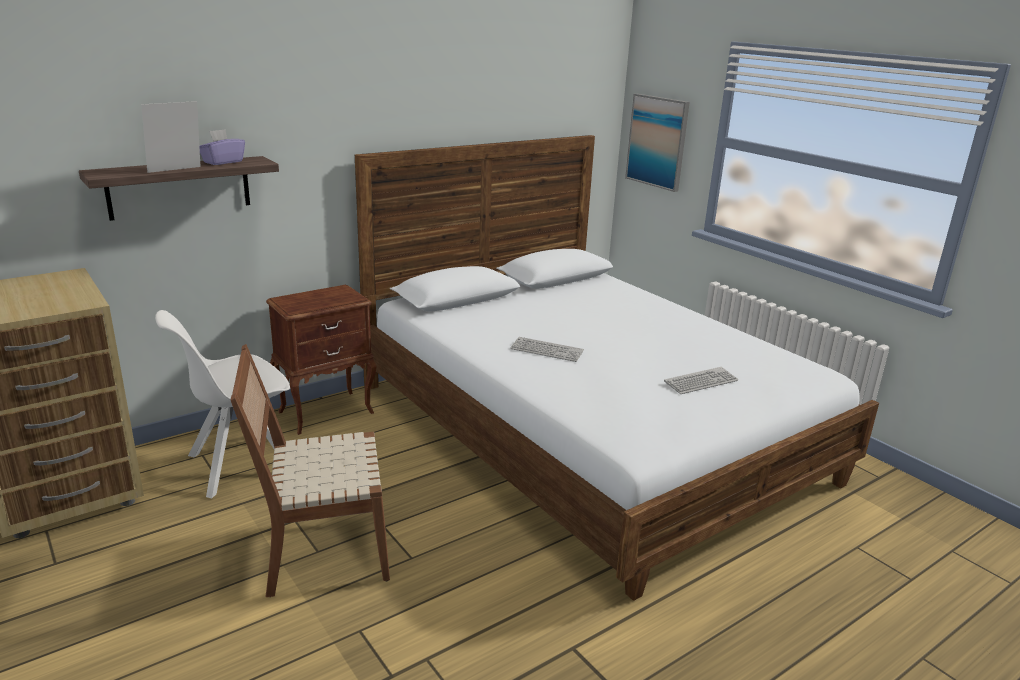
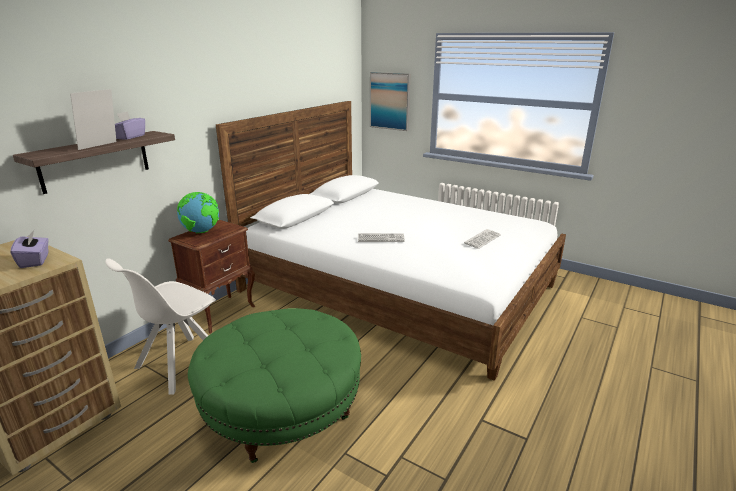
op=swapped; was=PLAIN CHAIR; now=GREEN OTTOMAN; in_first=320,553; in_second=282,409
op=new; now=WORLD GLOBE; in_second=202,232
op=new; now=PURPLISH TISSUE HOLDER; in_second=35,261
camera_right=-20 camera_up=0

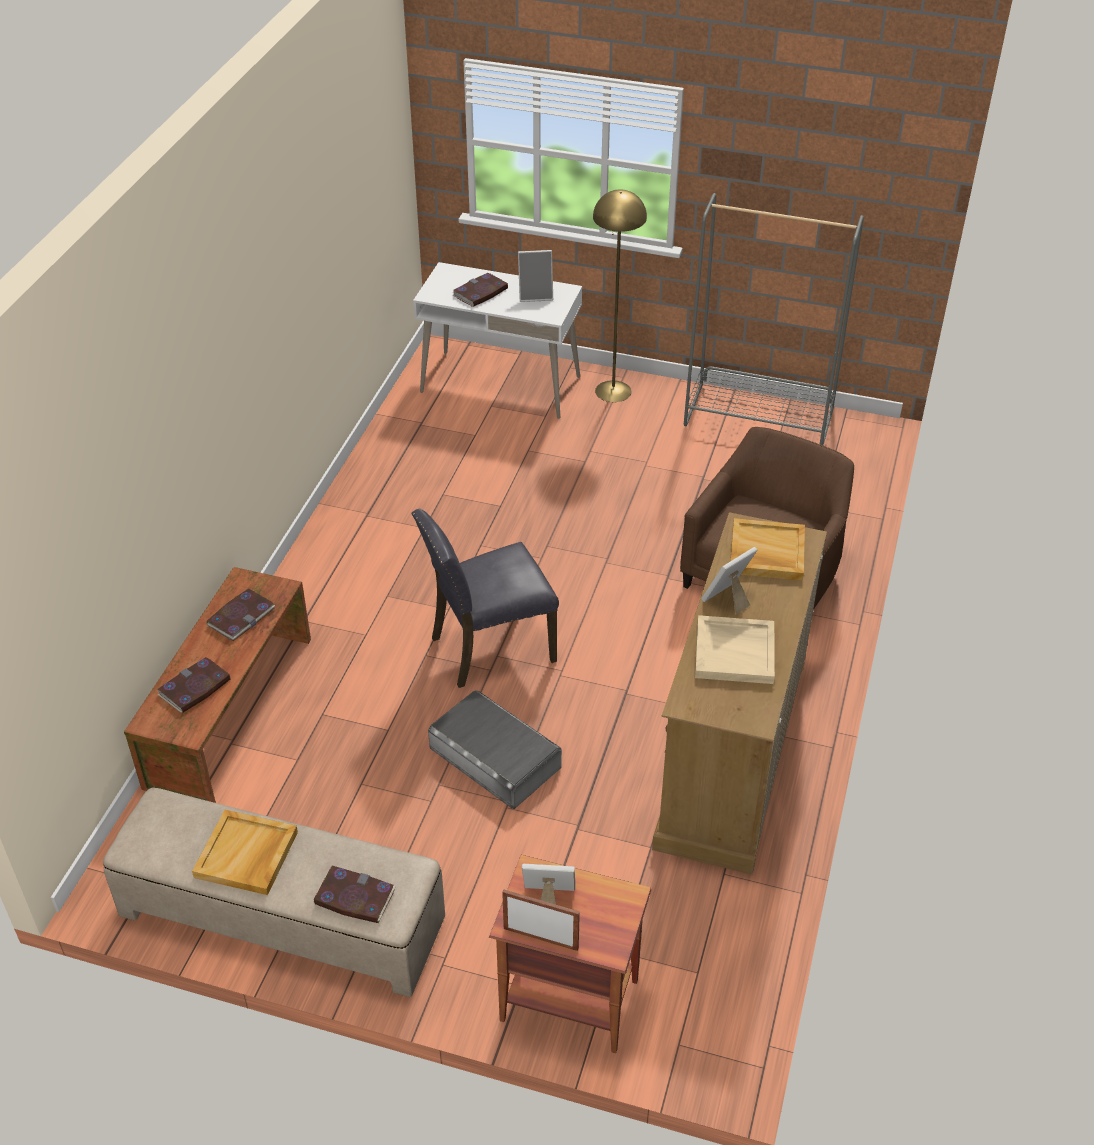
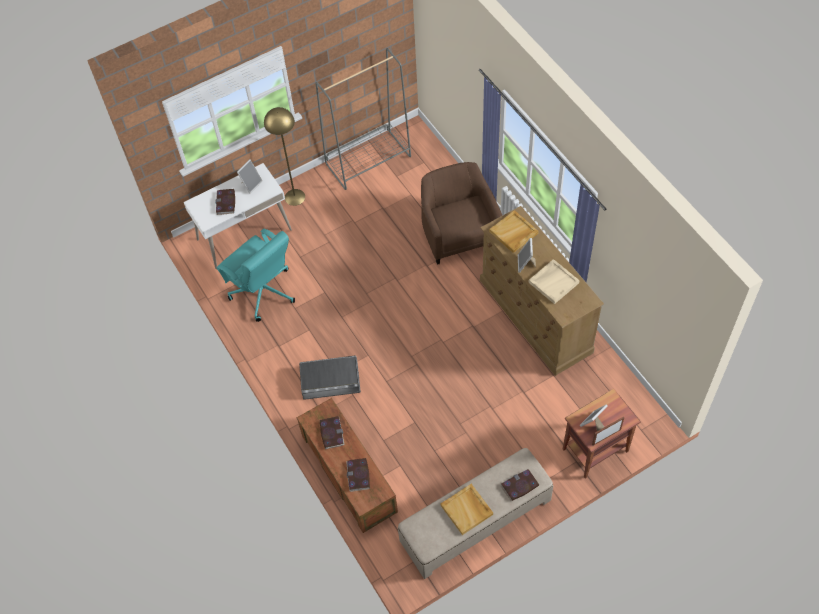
op=gone; was=GRAY PLAIN CHAIR; in_first=489,648
op=shifted; was=GRAY STORAGE CONTAINER; in_first=494,757; in_second=330,380
op=new; now=BLUE-GREEN OFFICE CHAIR; in_second=263,291
camera_right=-45 camera_up=15

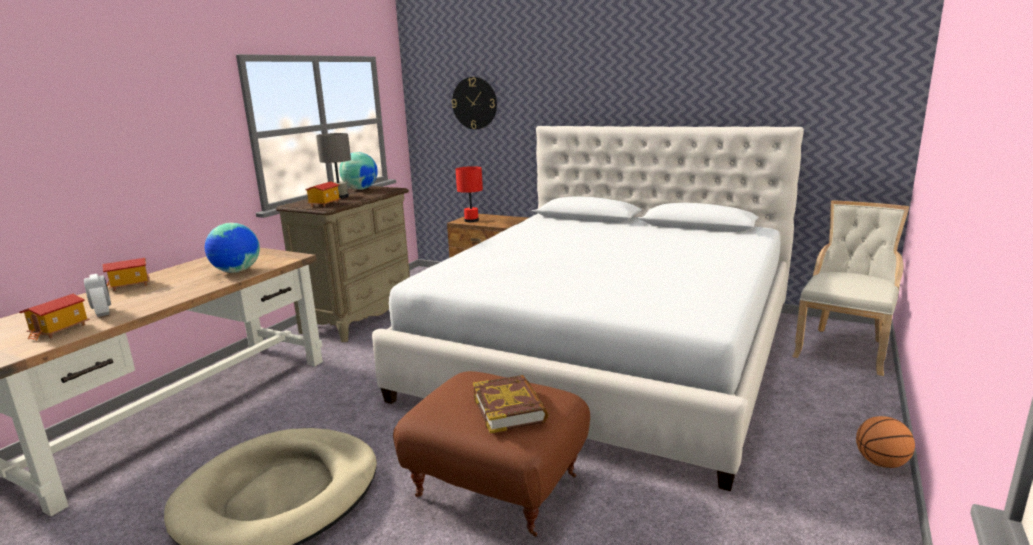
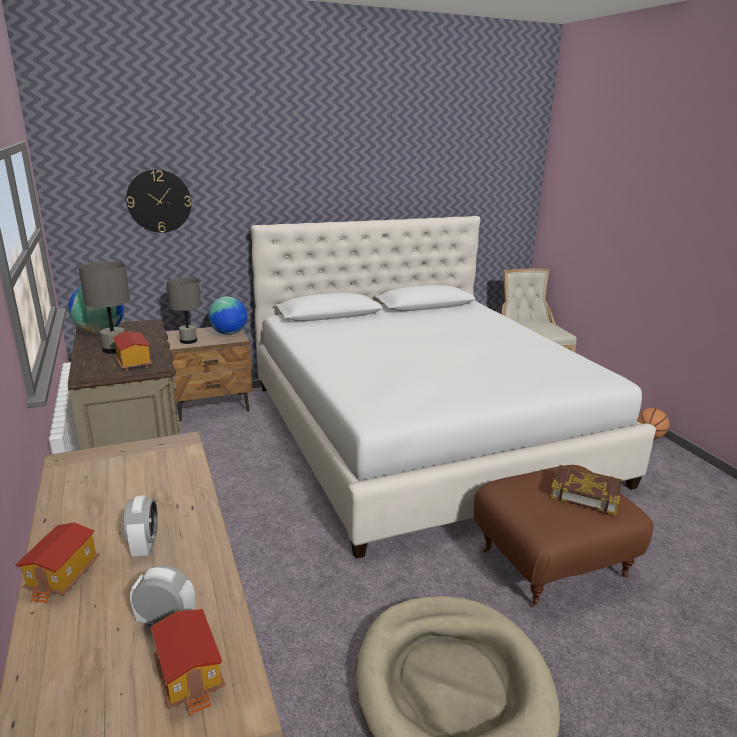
op=repainted; was=RED LAMP FOR A TABLE; now=GRAY LAMP FOR A TABLE; in_first=471,220; in_second=188,341
op=shifted; was=WORLD GLOBE; in_first=237,271; in_second=229,333
op=new; now=ALARM CLOCK; in_second=144,546
camera_right=-50 camera_up=5

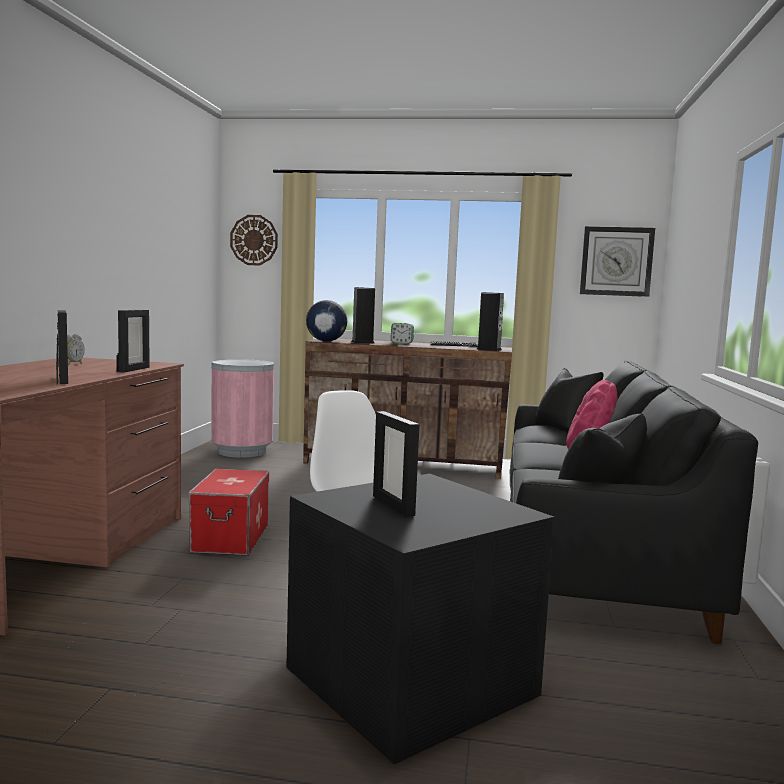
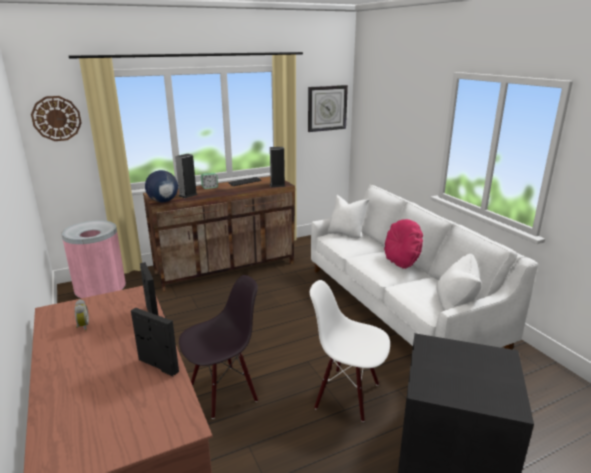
op=repainted; was=BLACK SETTEE; now=WHITE SETTEE; in_first=591,547; in_second=398,306
op=gone; was=PICTURE FRAME; in_first=394,505
op=swapped; was=STORAGE CONTAINER; now=BLACK PLAIN CHAIR; in_first=231,538; in_second=223,391
camera_right=-35 camera_up=15

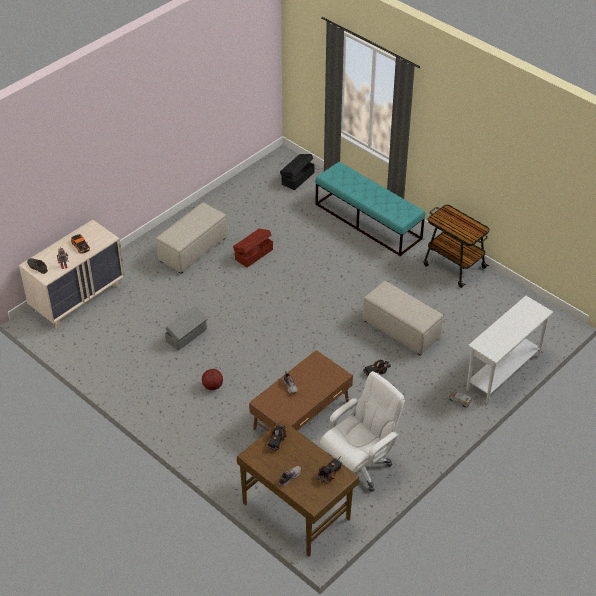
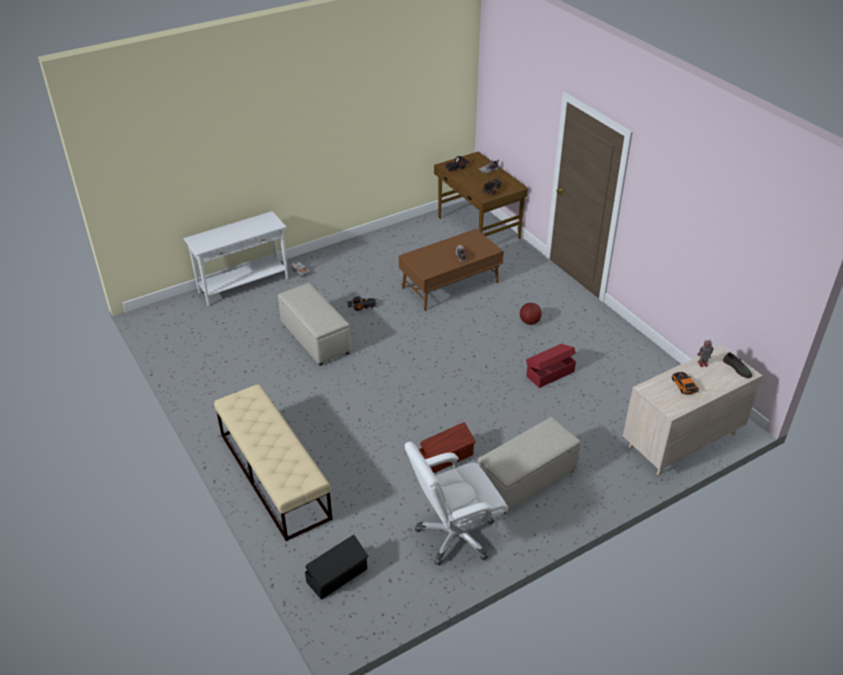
op=repainted; was=BLUE-GREEN BENCH; now=BEIGE-COLOURED BENCH; in_first=368,221; in_second=274,475
op=gone; was=TROLLEY; in_first=453,266
op=repainted; was=GRAY STORAGE CONTAINER; now=RED STORAGE CONTAINER; in_first=187,335; in_second=549,373
op=shifted; was=WHITE OFFICE CHAIR; in_first=359,466; in_second=455,536
camera_right=-165 camera_up=-5

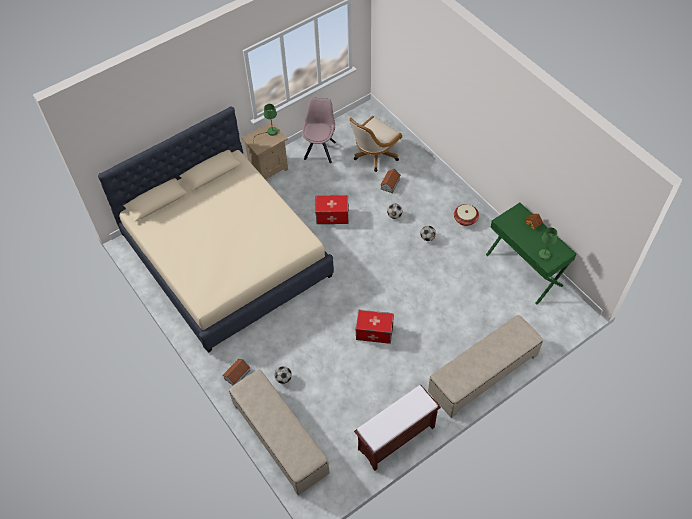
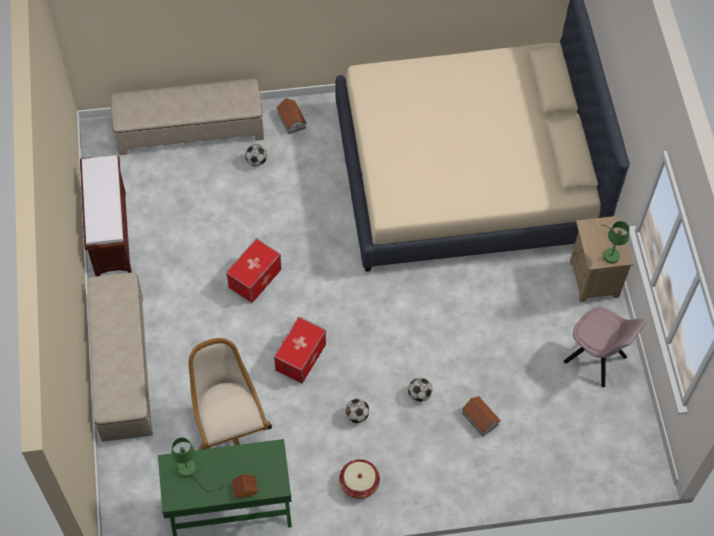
op=shifted; was=OFFICE CHAIR; in_first=374,156; in_second=229,425
op=shifted; was=STORAGE CONTAINER; in_first=332,216; in_second=300,357
camera_right=115 camera_up=5

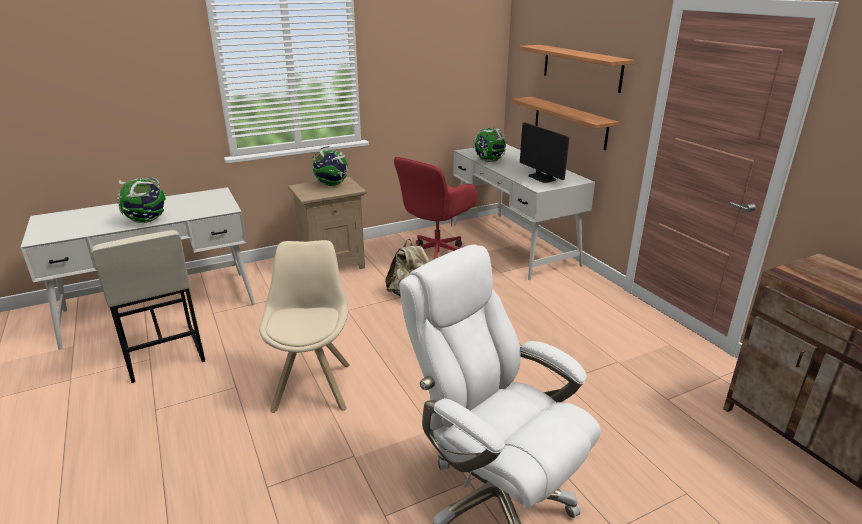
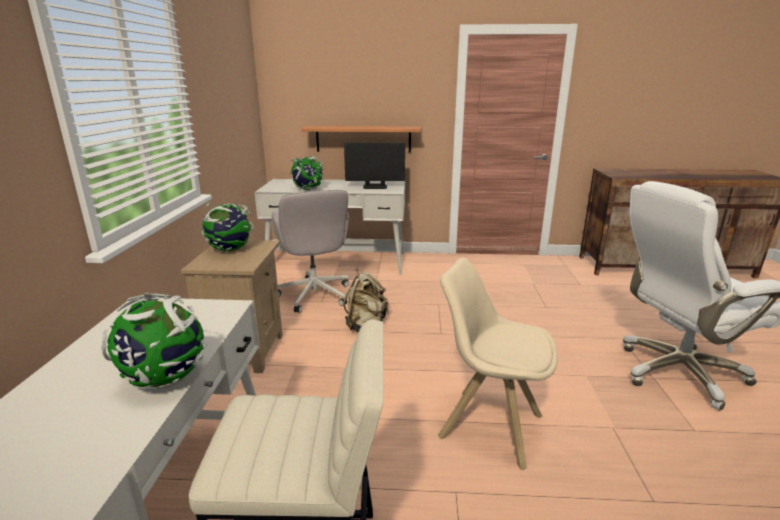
op=gone; was=WALL SHELF; in_first=581,67
op=repainted; was=RED OFFICE CHAIR; now=GRAY OFFICE CHAIR; in_first=436,257; in_second=314,295
camera_right=-60 camera_up=-5

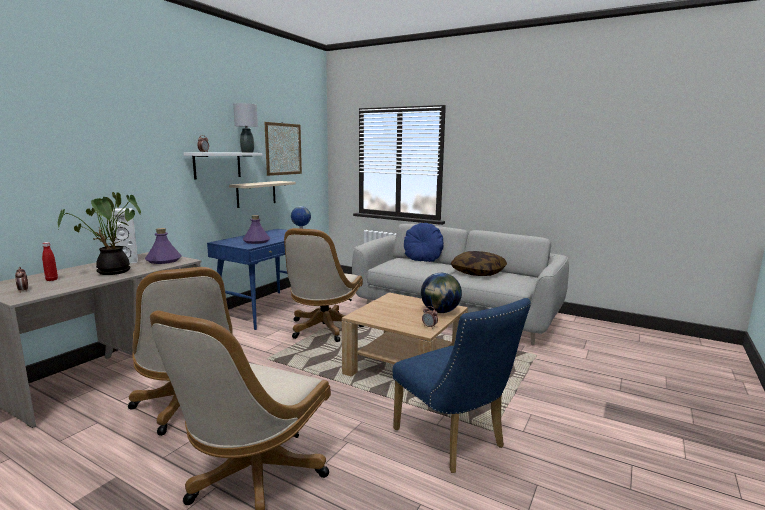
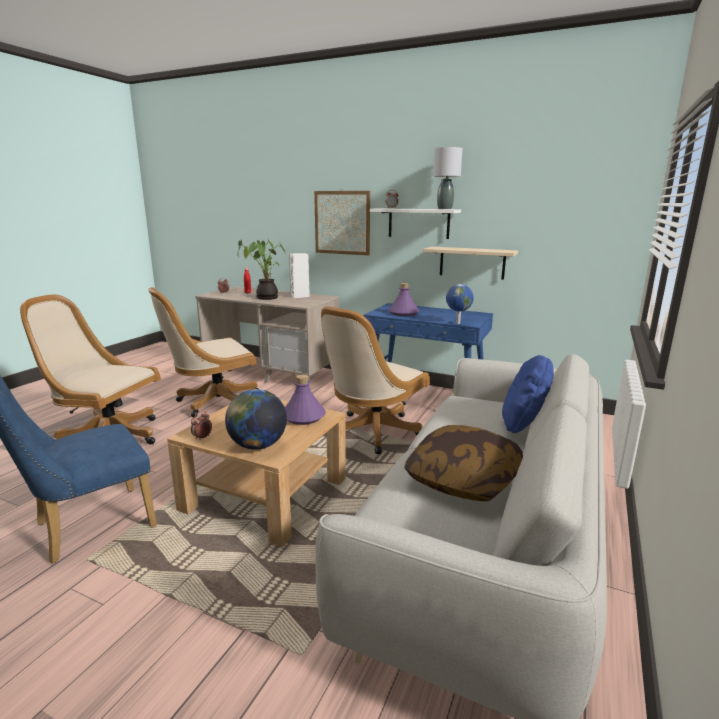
op=shifted; was=WALL PICTURE; in_first=283,148; in_second=342,222
op=shifted; was=PURPLISH BEVERAGE BOTTLE; in_first=163,260; in_second=303,417
op=rotated; was=OFFICE CHAIR; in_first=323,330; in_second=372,434; clockwise=-60
camera_right=85 camera_up=5

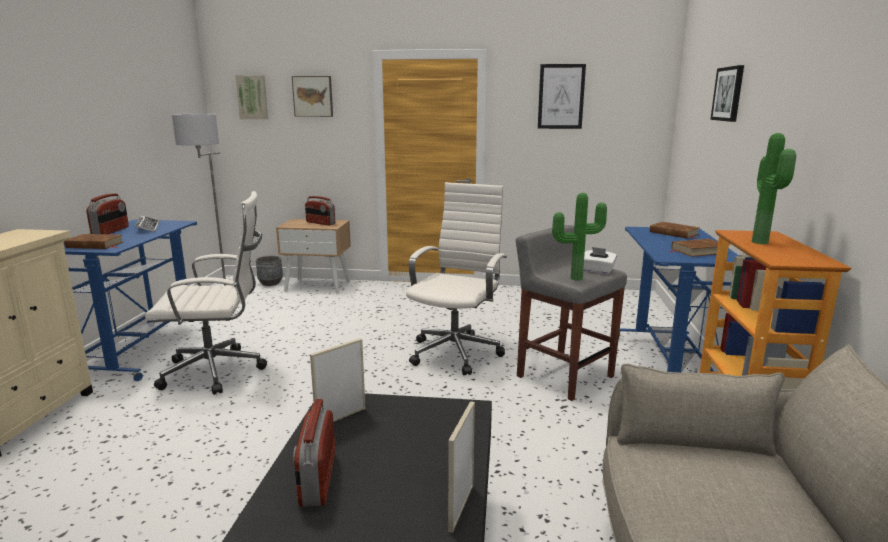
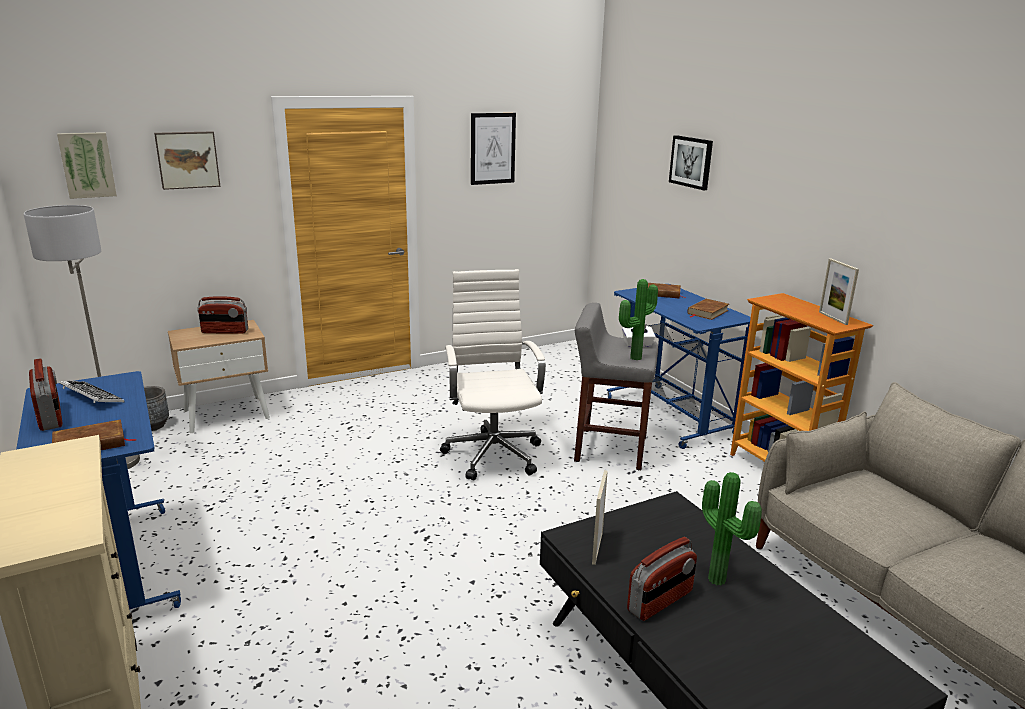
op=shifted; was=POTTED PLANT; in_first=763,242; in_second=719,578
op=gone; was=WHITE OFFICE CHAIR; in_first=218,371
op=rotated; was=RADIO; in_first=317,479; in_second=660,601; clockwise=-90
op=shifted; was=PICTURE FRAME; in_first=461,507; in_second=833,318
camera_right=-35 camera_up=5

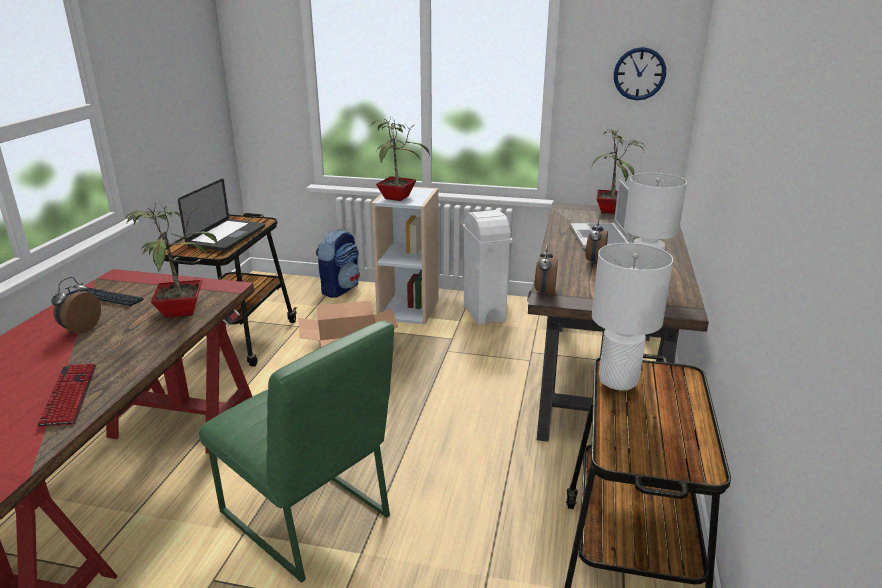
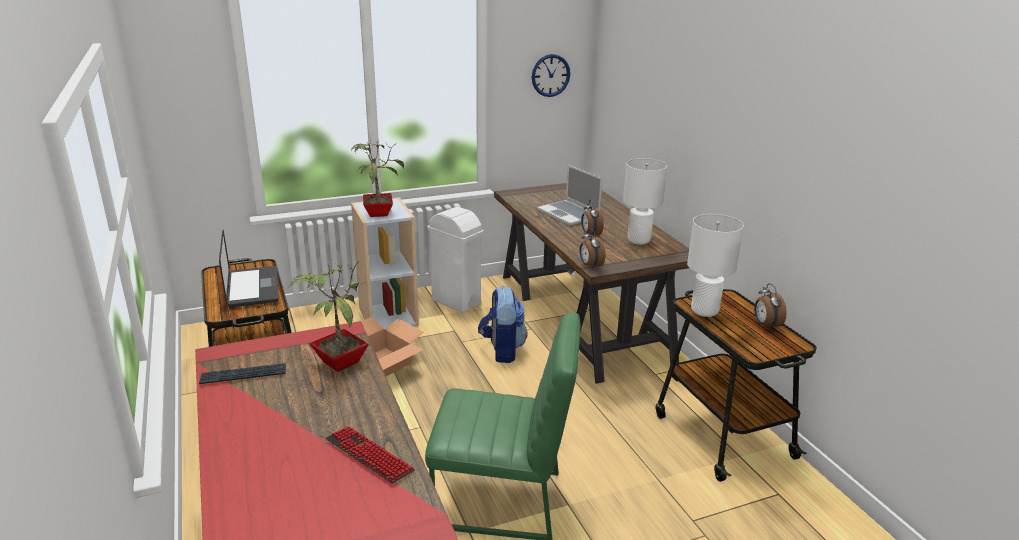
op=gone; was=POTTED PLANT; in_first=612,211
op=shifted; was=RUCKSACK; in_first=340,289; in_second=502,350
op=shifted; was=ALARM CLOCK; in_first=80,329; in_second=765,325
camera_right=-35 camera_up=0

